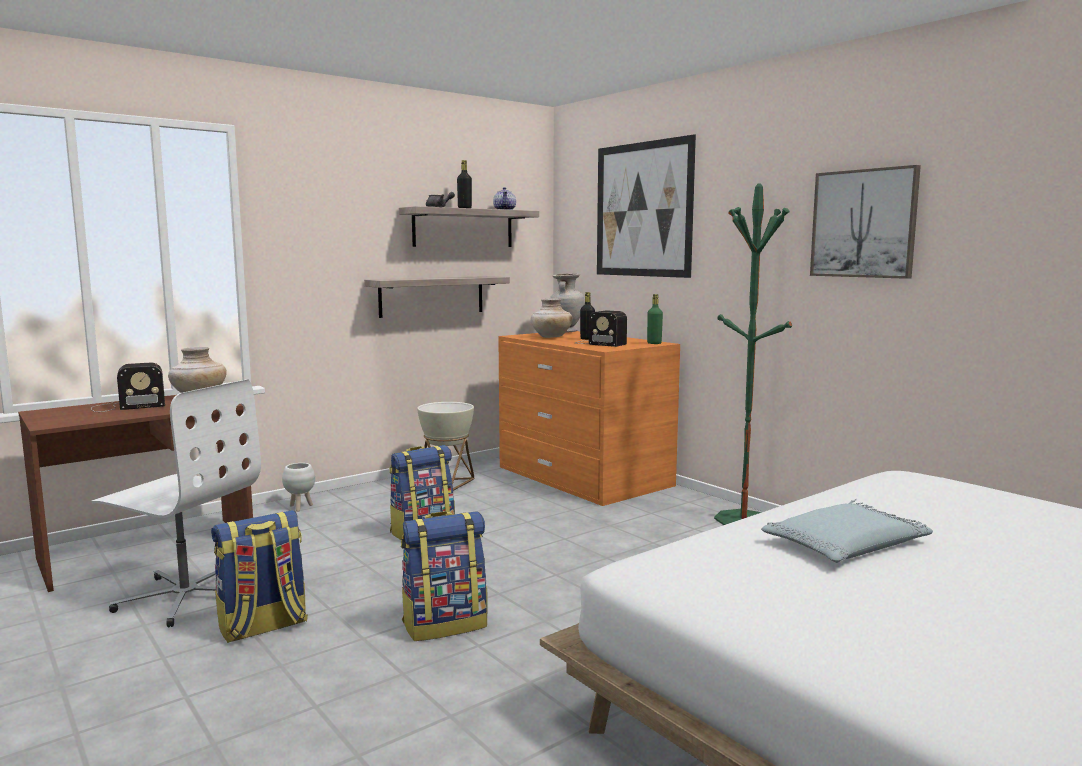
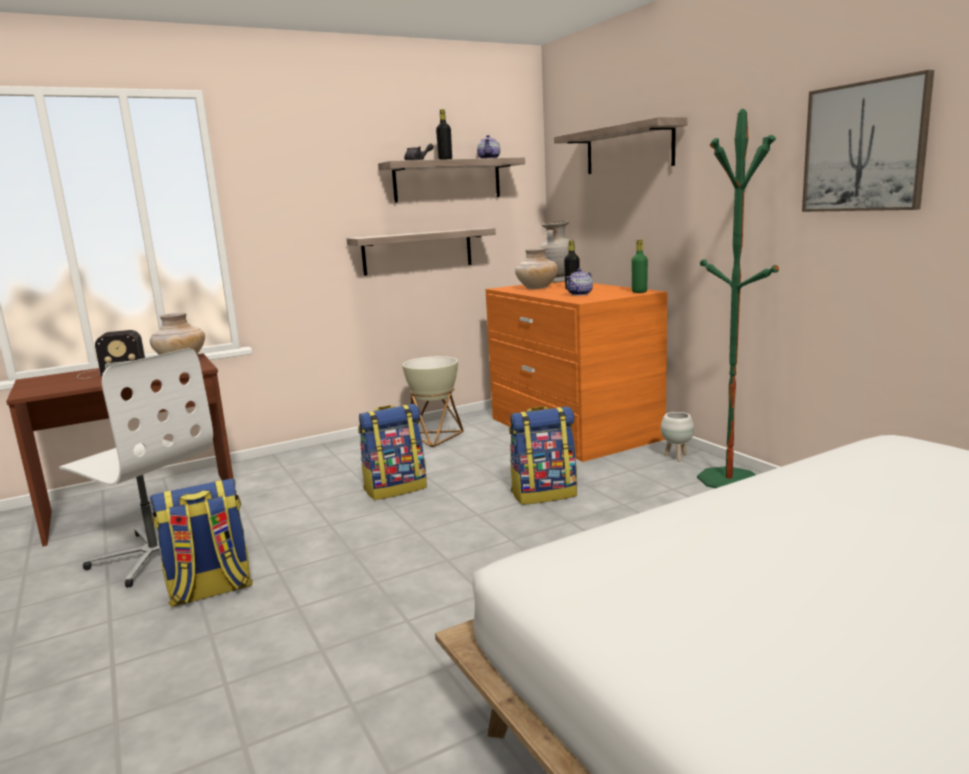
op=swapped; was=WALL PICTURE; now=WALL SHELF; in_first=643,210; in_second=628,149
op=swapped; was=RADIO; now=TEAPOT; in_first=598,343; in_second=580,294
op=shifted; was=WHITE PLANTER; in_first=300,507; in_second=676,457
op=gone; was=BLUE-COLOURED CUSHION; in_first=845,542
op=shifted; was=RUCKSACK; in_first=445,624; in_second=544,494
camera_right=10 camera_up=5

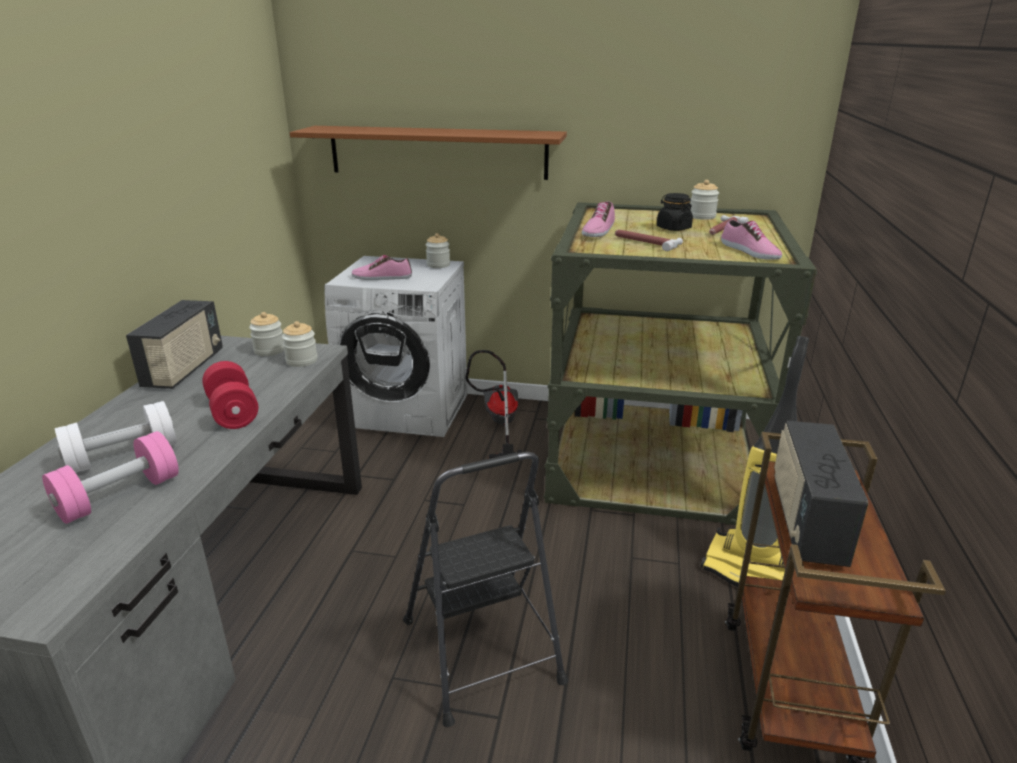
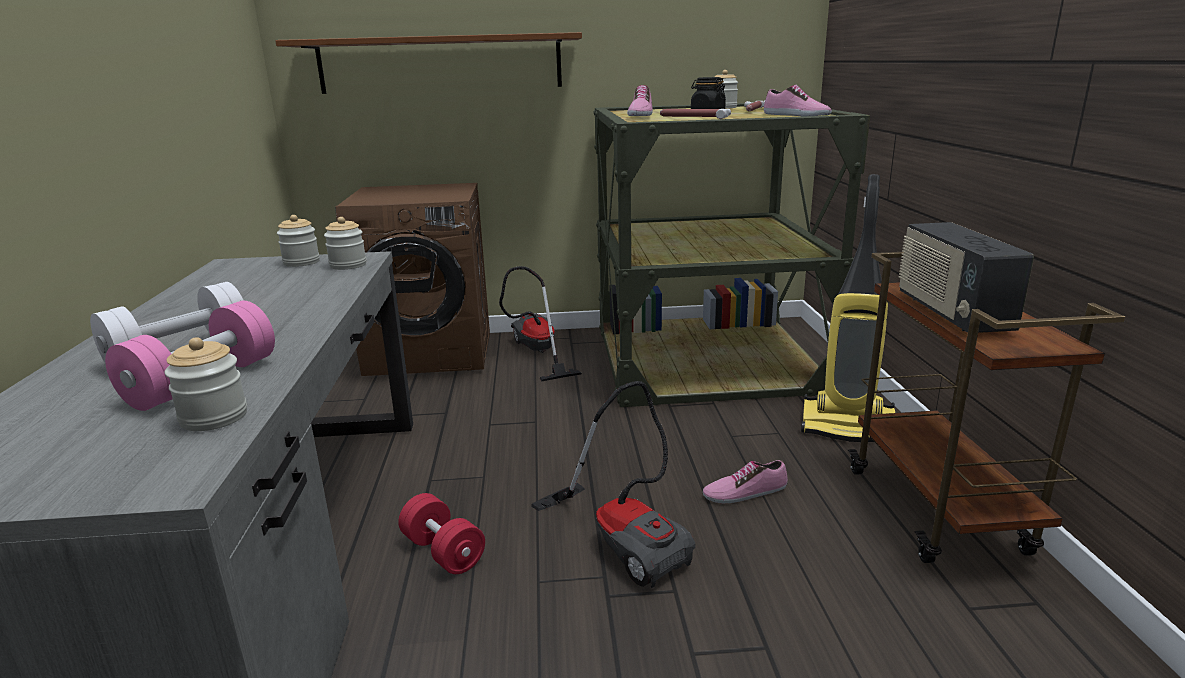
op=shifted; was=PRESERVE JAR; in_first=438,265; in_second=214,417
op=shifted; was=SHOE; in_first=382,277; in_second=744,491
op=repainted; was=WHITE WASHING MACHINE; now=BROWNISH WASHING MACHINE; in_first=407,413; in_second=431,356
op=gone; was=RADIO; in_first=185,369
op=shifted; was=RED FREE WEIGHT; in_first=233,412; in_second=443,551
op=swapped; was=BLACK STEP STOOL; now=HOOVER; in_first=482,652; in_second=626,540
camera_right=-15 camera_up=-5

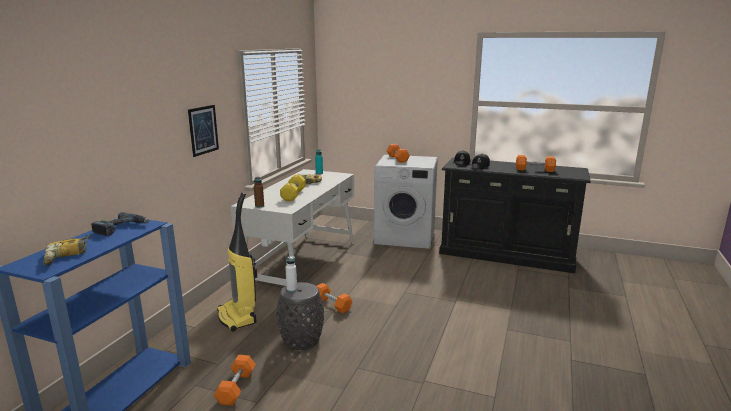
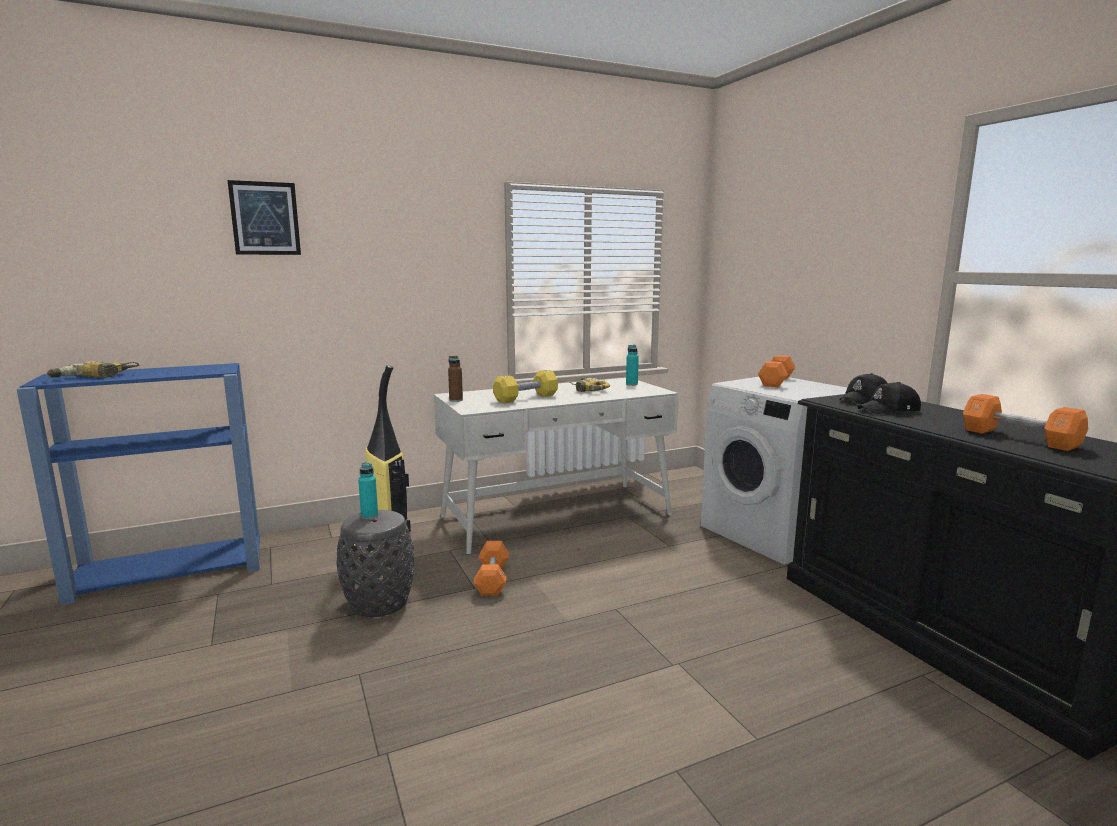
op=shifted; was=WALL PICTURE; in_first=203,130; in_second=265,218
op=gone; was=POWER DRILL; in_first=121,228
op=repainted; was=WHITE BEVERAGE BOTTLE; now=BLUE-GREEN BEVERAGE BOTTLE; in_first=292,289; in_second=369,516
op=gone; was=ORANGE-COLOURED FREE WEIGHT; in_first=236,387
camera_right=45 camera_up=-5

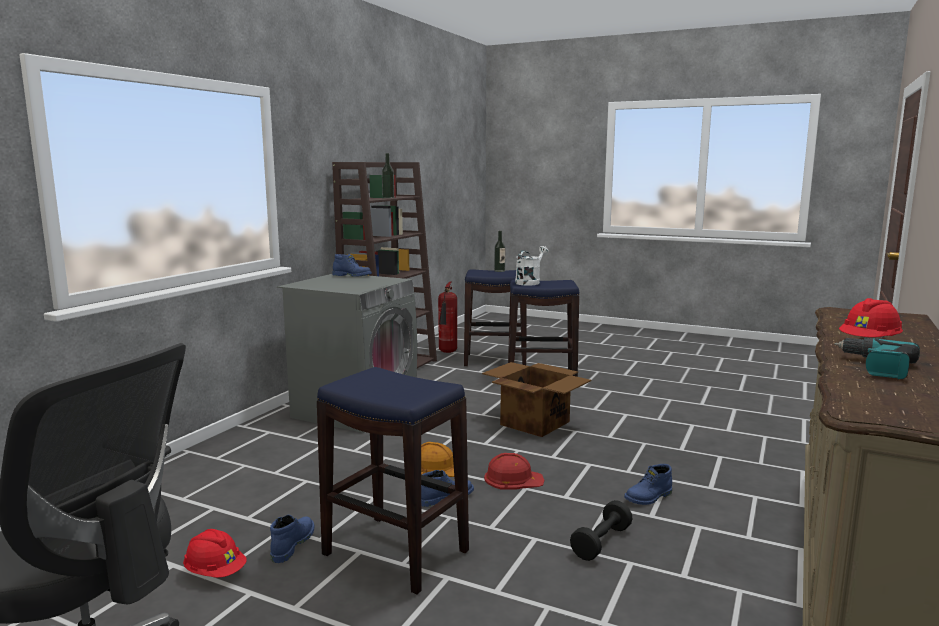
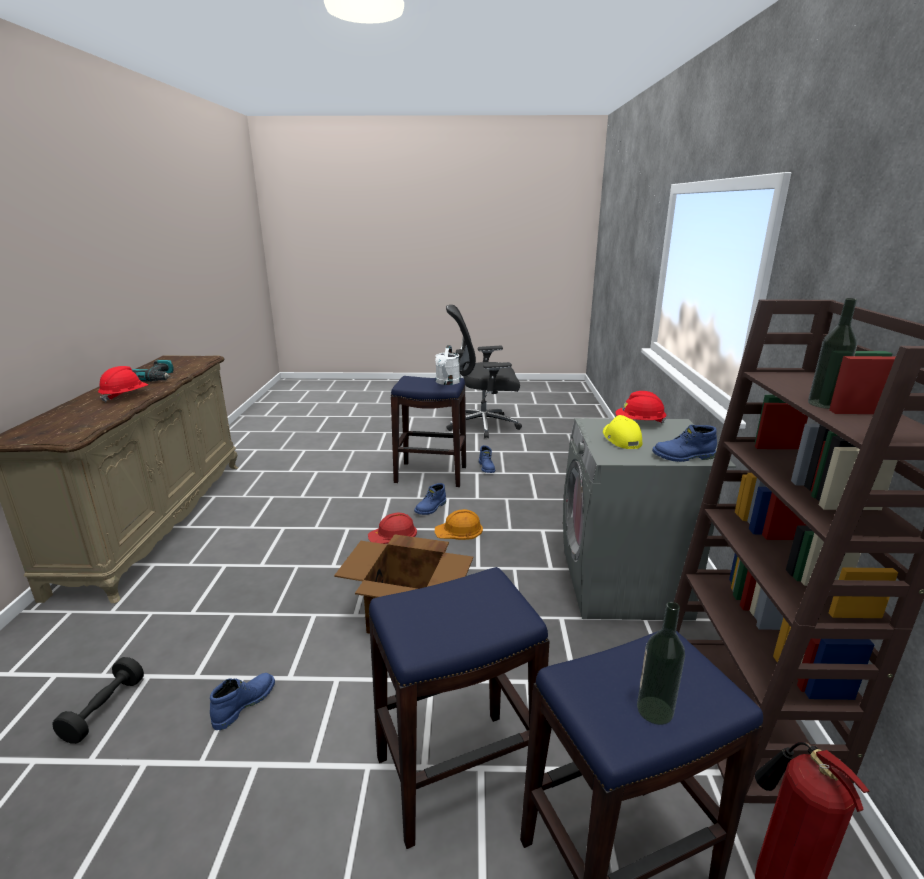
op=shifted; was=WHITE WATERING POT; in_first=529,282; in_second=447,382
op=shifted; was=BLUE-COLOURED TALL BOOT; in_first=649,497; in_second=244,704
op=shifted; was=BLACK FREE WEIGHT; in_first=601,542; in_second=104,709
op=shifted; was=RED HARD HAT; in_first=215,572; in_second=639,423
op=new; now=YELLOW PEAKED CAP; in_second=620,439
camera_right=155 camera_up=10

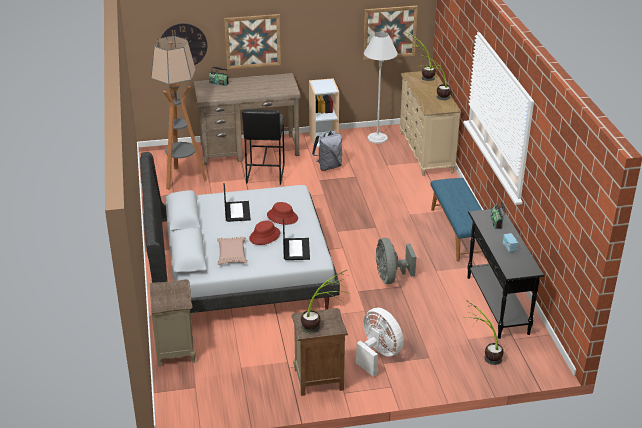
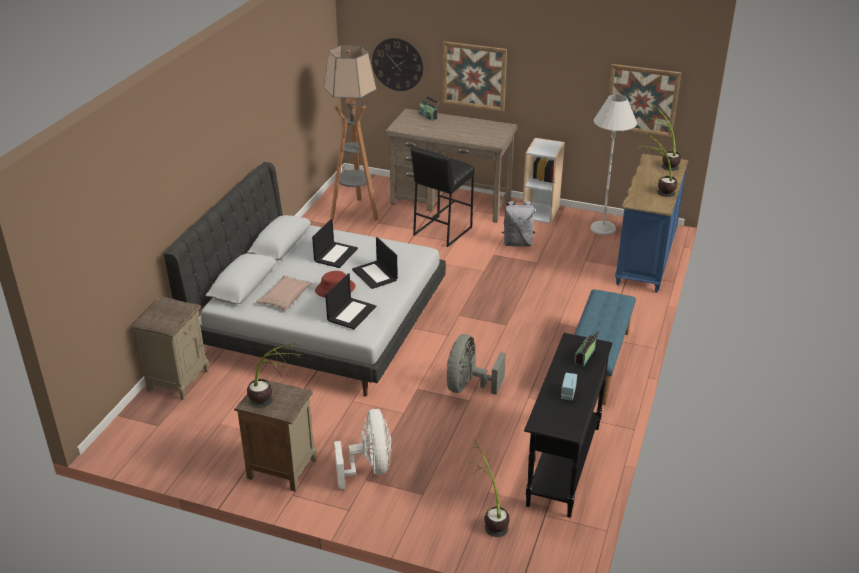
op=repainted; was=BEIGE-COLOURED DRESSER; now=BLUE-COLOURED DRESSER; in_first=426,153; in_second=645,260
op=swapped; was=RED HAT; now=LAPTOP; in_first=282,217; in_second=375,275
camera_right=30 camera_up=0

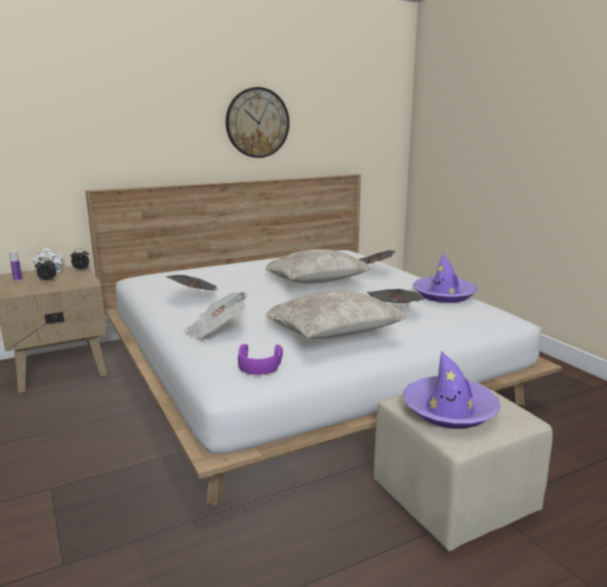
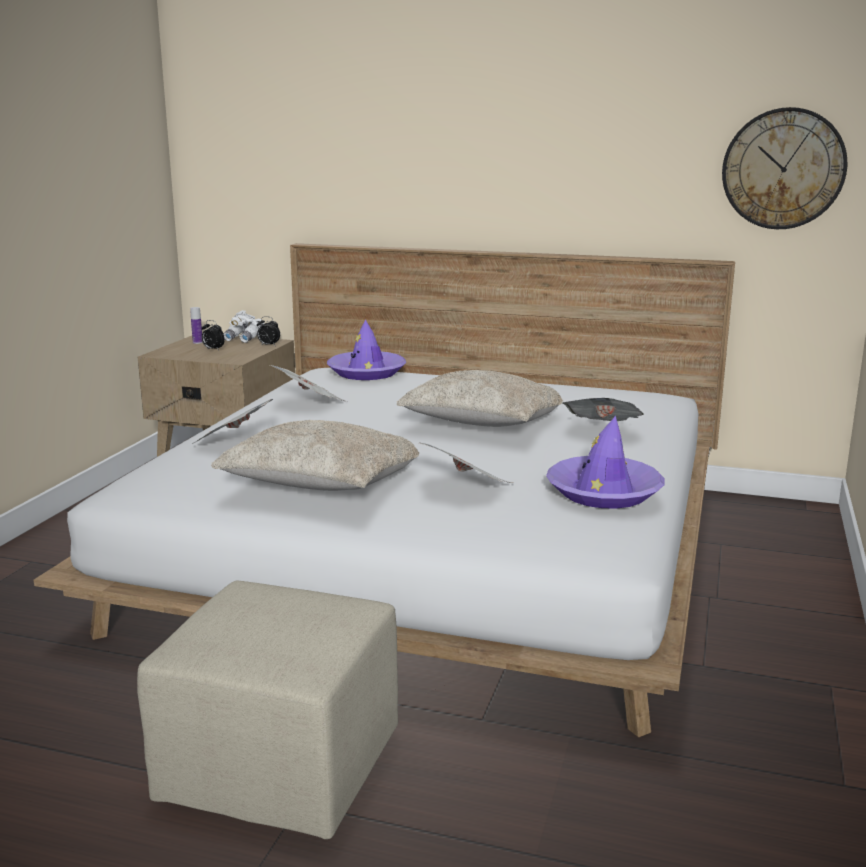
op=shifted; was=HANGING CLOCK; in_first=257,123; in_second=783,169
op=gone; was=PURPLISH HEADPHONES; in_first=259,365
op=shifted; was=PURPLISH HAT; in_first=449,410; in_second=367,372
camera_right=45 camera_up=0

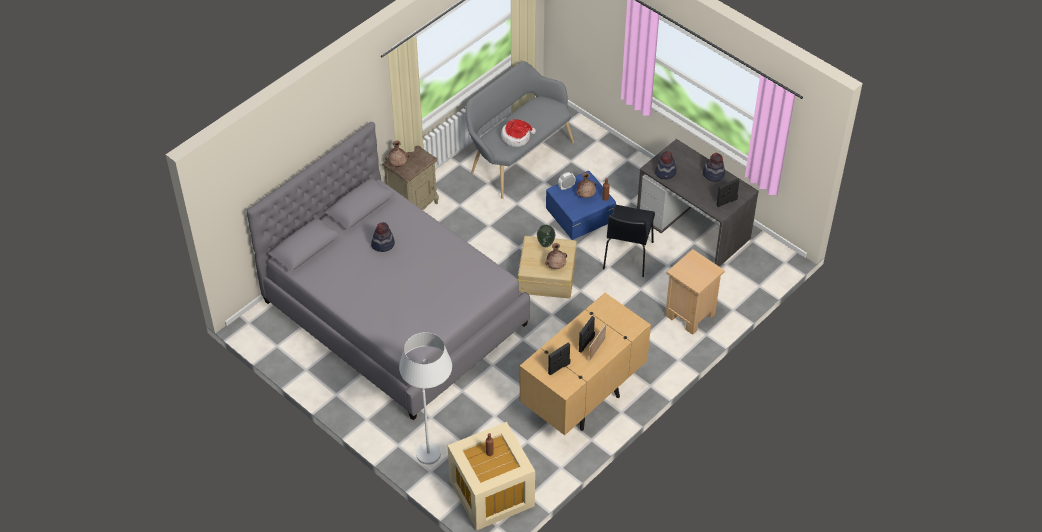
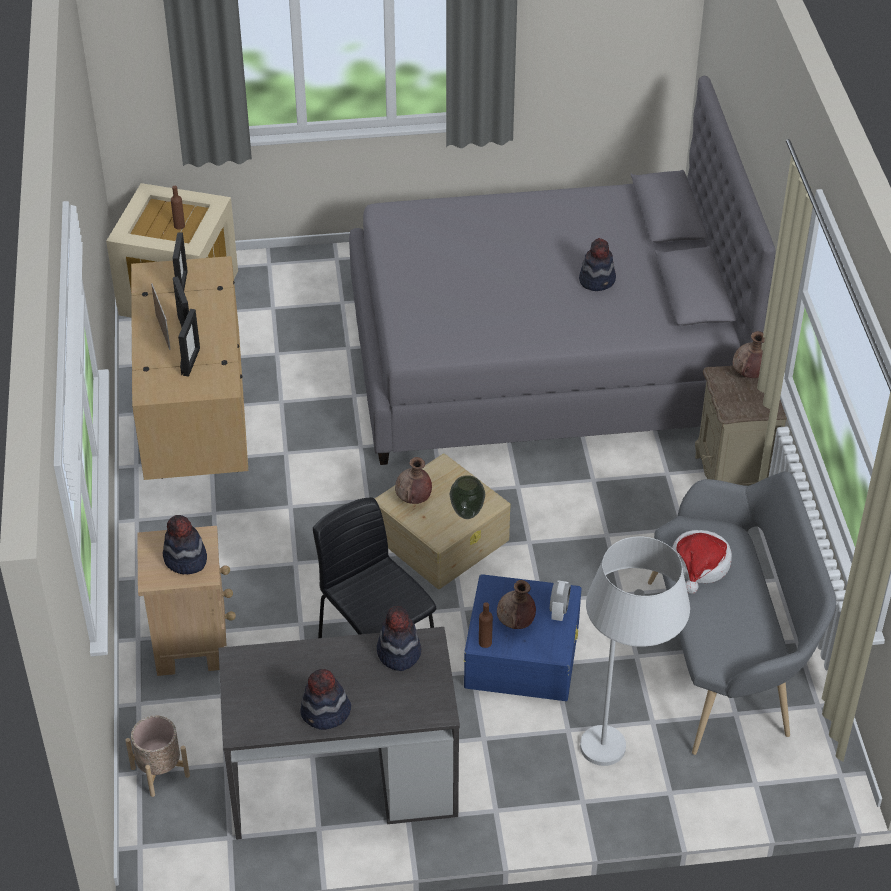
op=shifted; was=PICTURE FRAME; in_first=726,202; in_second=190,361
op=shifted; was=WHITE STANDARD LAMP; in_first=431,443; in_second=620,763
op=new; now=HAT; in_second=185,560
op=new; now=BEIGE-COLOURED PLANTER; in_second=160,771
camera_right=130 camera_up=-5

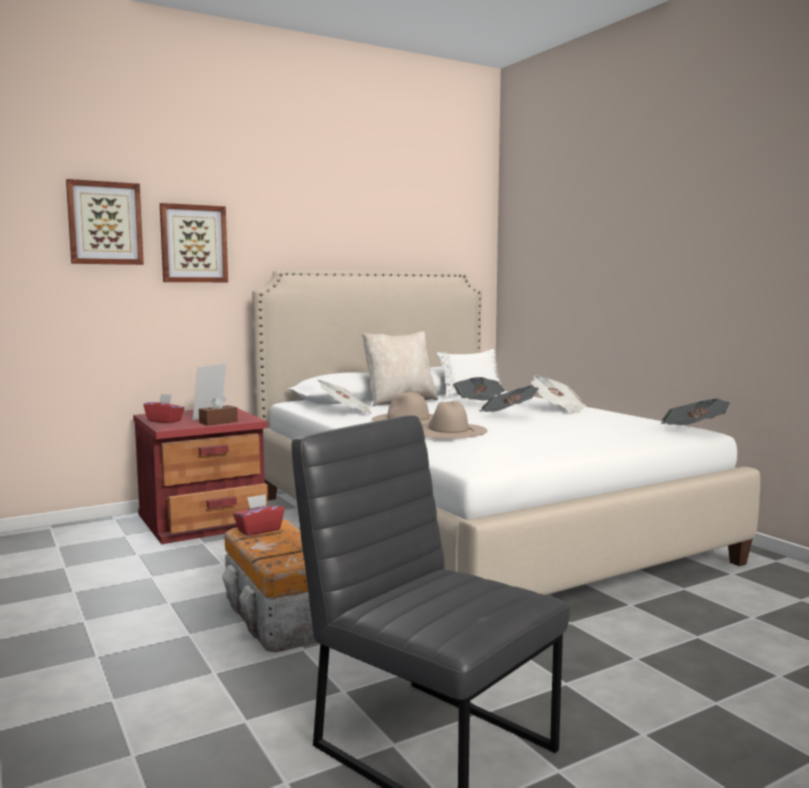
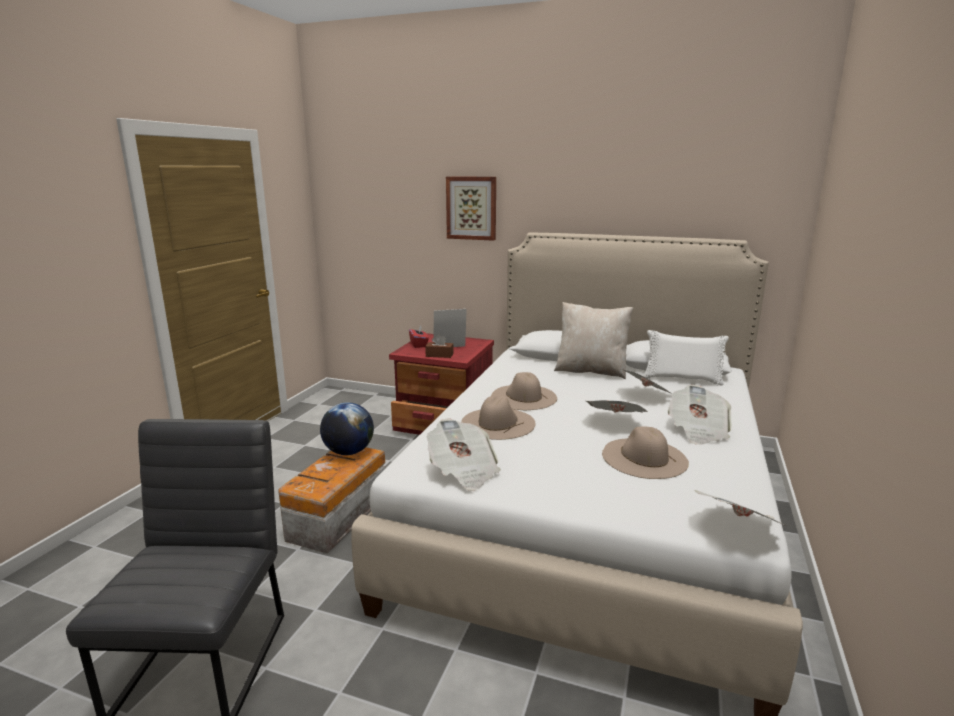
op=gone; was=WALL PICTURE; in_first=105,223
op=shifted; was=PRINTED PAPER; in_first=346,412; in_second=463,471
op=swapped; was=RED TISSUE HOLDER; now=WORLD GLOBE; in_first=259,530; in_second=349,452
op=new; now=BEIGE-COLOURED HAT; in_second=644,457
camera_right=50 camera_up=10

